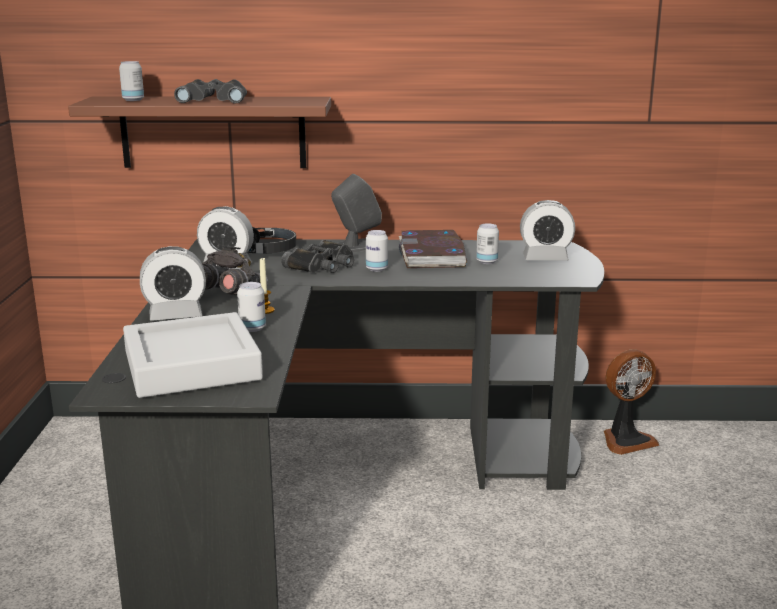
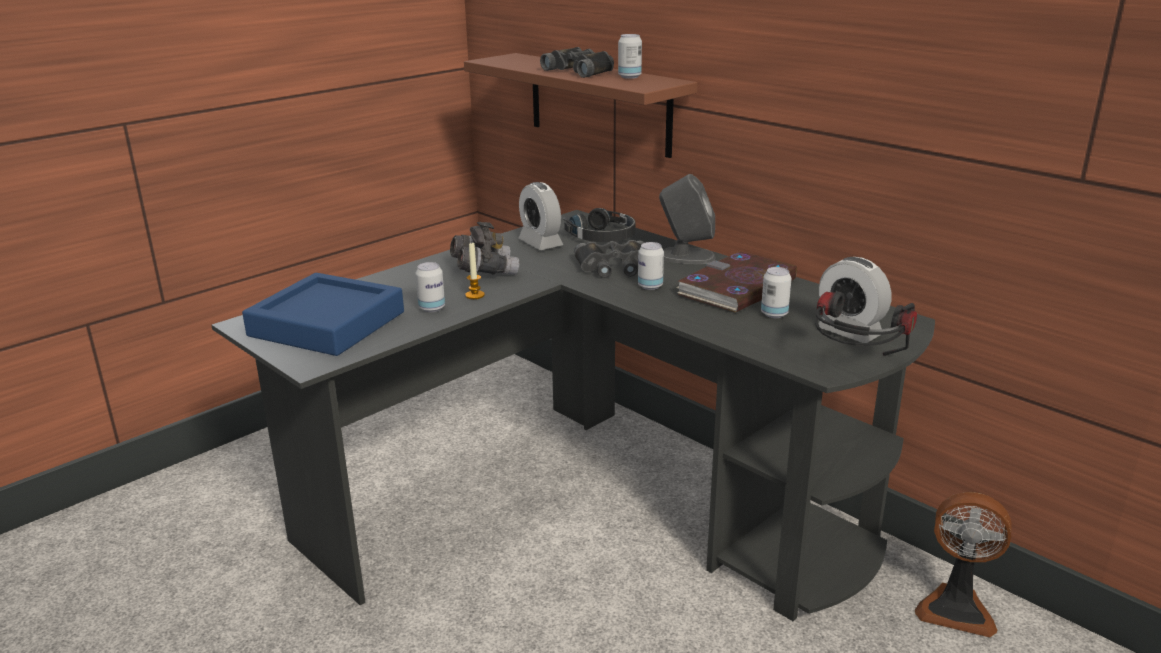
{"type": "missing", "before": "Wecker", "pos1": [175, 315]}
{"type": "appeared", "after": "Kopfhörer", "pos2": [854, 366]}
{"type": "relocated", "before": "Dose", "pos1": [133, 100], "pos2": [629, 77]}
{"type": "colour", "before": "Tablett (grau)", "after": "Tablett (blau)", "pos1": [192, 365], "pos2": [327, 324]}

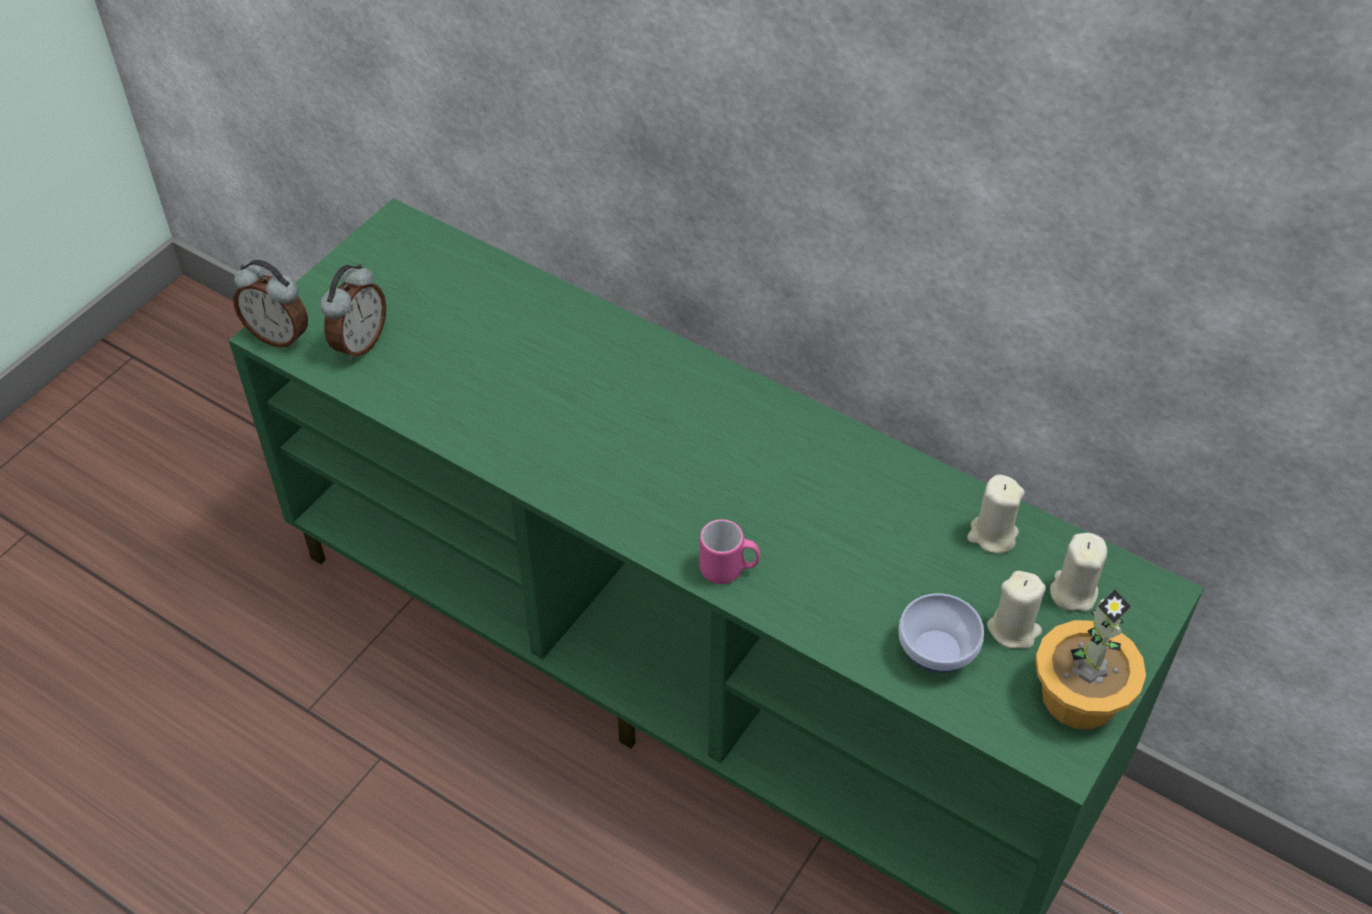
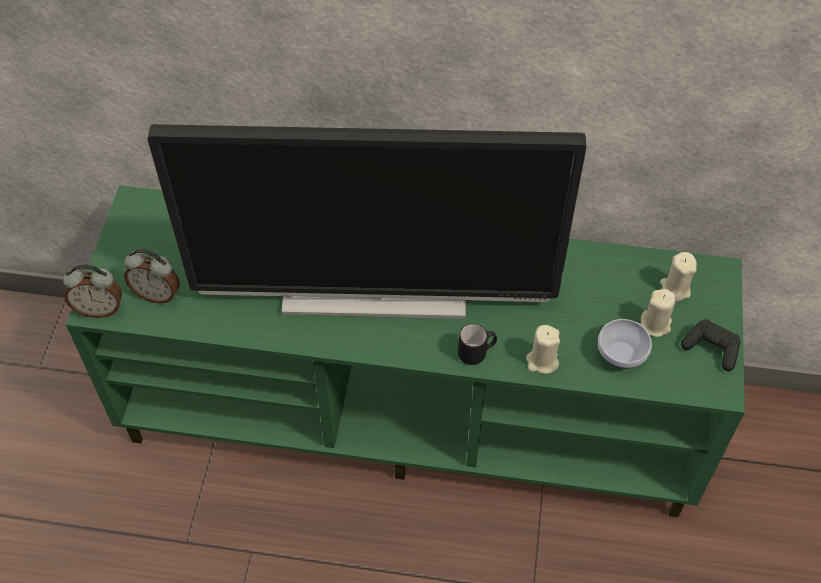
{"type": "appeared", "after": "Fernseher", "pos2": [375, 292]}
{"type": "relocated", "before": "Kerze (beige)", "pos1": [992, 535], "pos2": [542, 361]}
{"type": "exchanged", "before": "Topfpflanze", "after": "Gamepad (schwarz)", "pos1": [1081, 696], "pos2": [711, 349]}
{"type": "colour", "before": "Henkelbecher (rosa)", "after": "Henkelbecher (schwarz)", "pos1": [729, 569], "pos2": [477, 353]}
{"type": "spun", "before": "Wecker", "pos1": [359, 343], "pos2": [157, 294], "turn": 105}

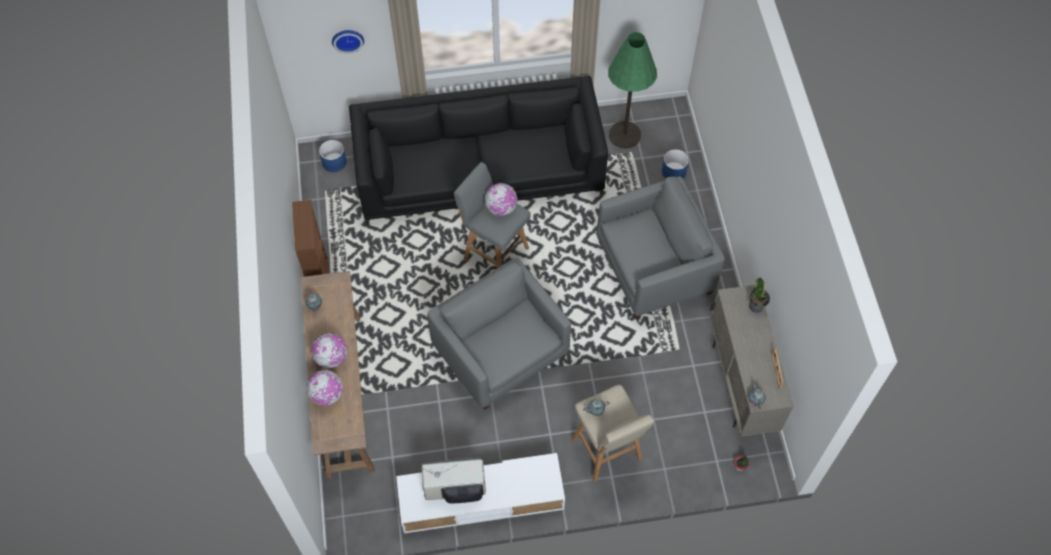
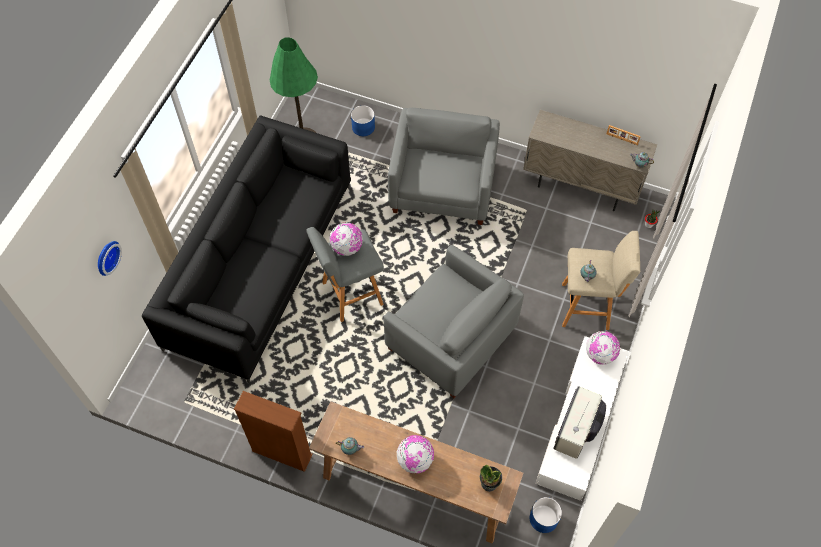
{"type": "relocated", "before": "Globus", "pos1": [327, 395], "pos2": [600, 354]}
{"type": "relocated", "before": "Pflanzkübel (blau)", "pos1": [334, 162], "pos2": [543, 518]}
{"type": "relocated", "before": "Topfpflanze", "pos1": [756, 306], "pos2": [489, 483]}
{"type": "spun", "before": "Sessel (grau)", "pos1": [500, 352], "pos2": [451, 338], "turn": -135}

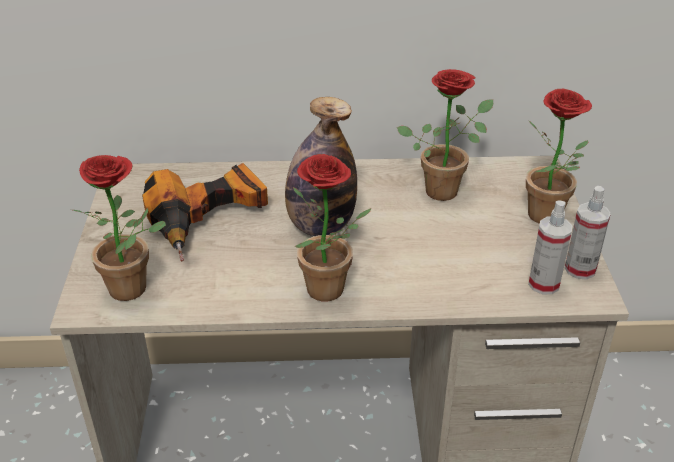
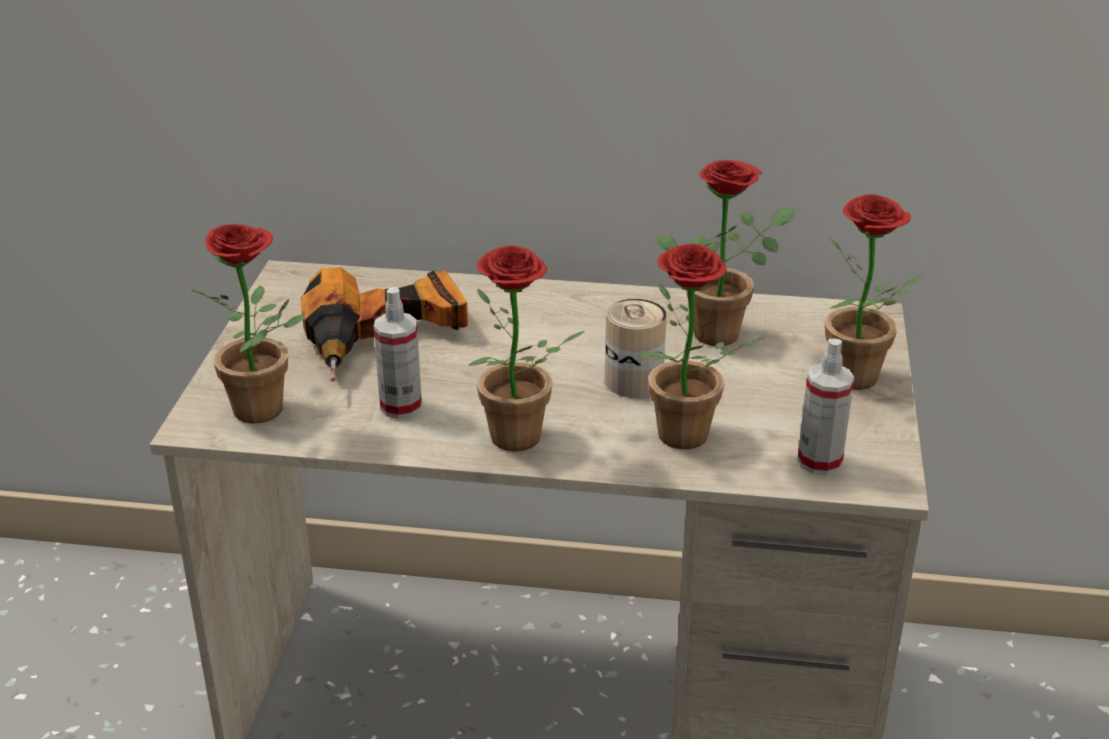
{"type": "missing", "before": "Flasche", "pos1": [320, 226]}
{"type": "appeared", "after": "Dose", "pos2": [633, 381]}
{"type": "appeared", "after": "Topfpflanze", "pos2": [683, 441]}
{"type": "relocated", "before": "Sprühflasche", "pos1": [580, 269], "pos2": [401, 406]}

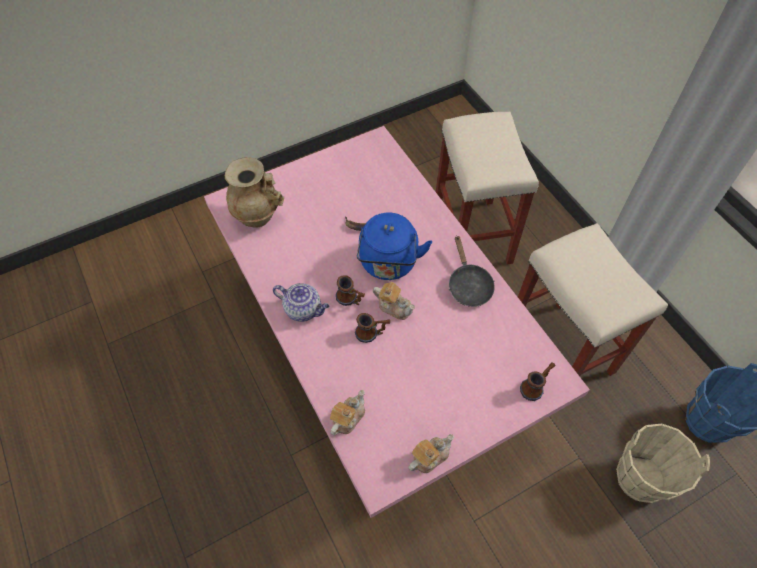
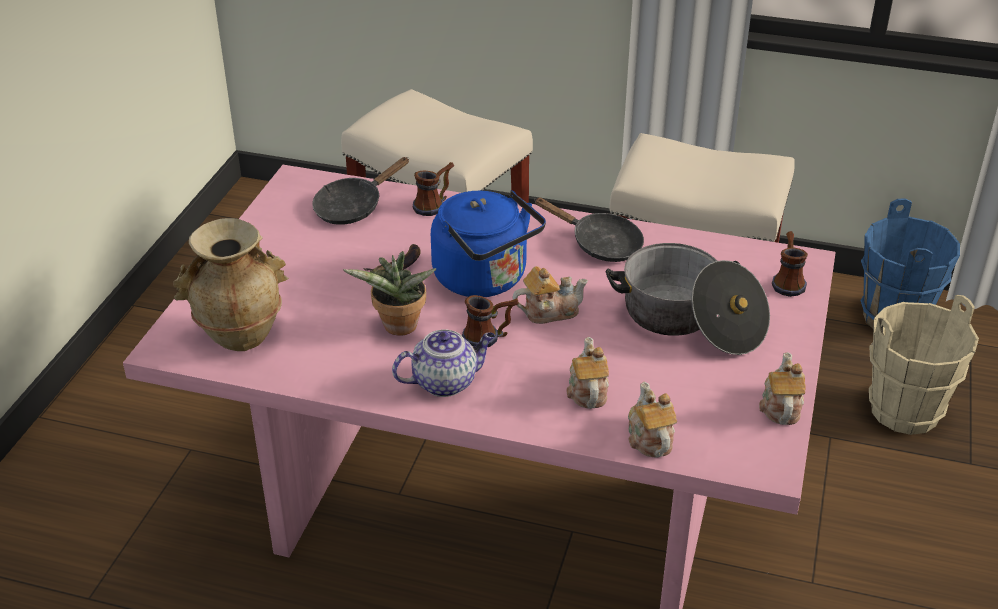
{"type": "appeared", "after": "Pfanne (schwarz)", "pos2": [353, 207]}
{"type": "appeared", "after": "Topfpflanze", "pos2": [398, 329]}
{"type": "appeared", "after": "Teekanne", "pos2": [587, 391]}
{"type": "appeared", "after": "Kochtopf", "pos2": [689, 320]}
{"type": "relocated", "before": "Henkelbecher", "pos1": [372, 333], "pos2": [435, 204]}

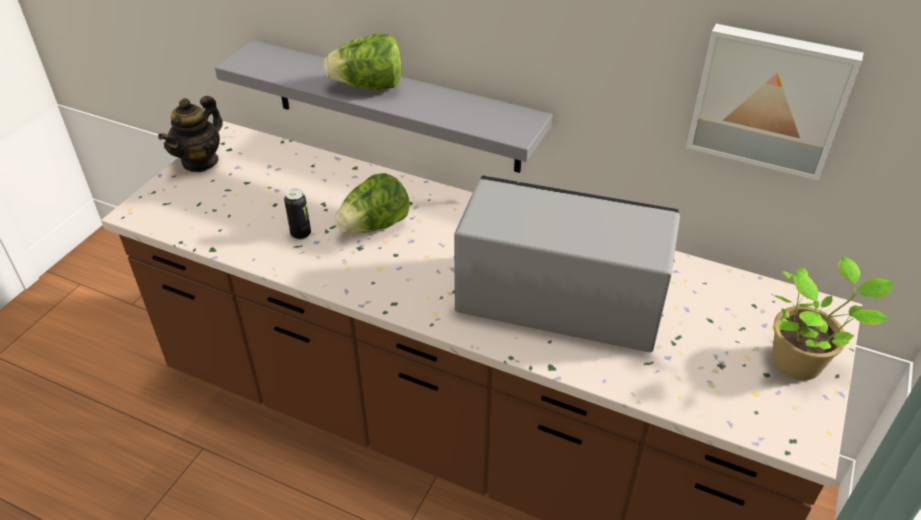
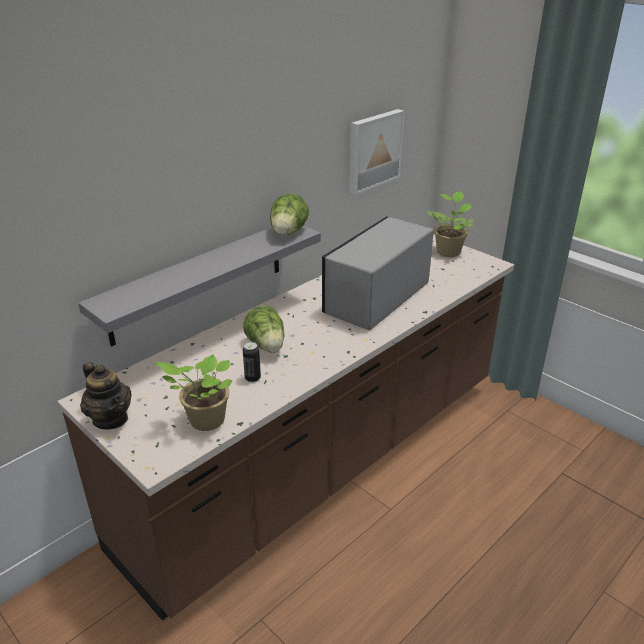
{"type": "appeared", "after": "Topfpflanze", "pos2": [204, 421]}
{"type": "relocated", "before": "Salatkopf", "pos1": [368, 87], "pos2": [288, 233]}

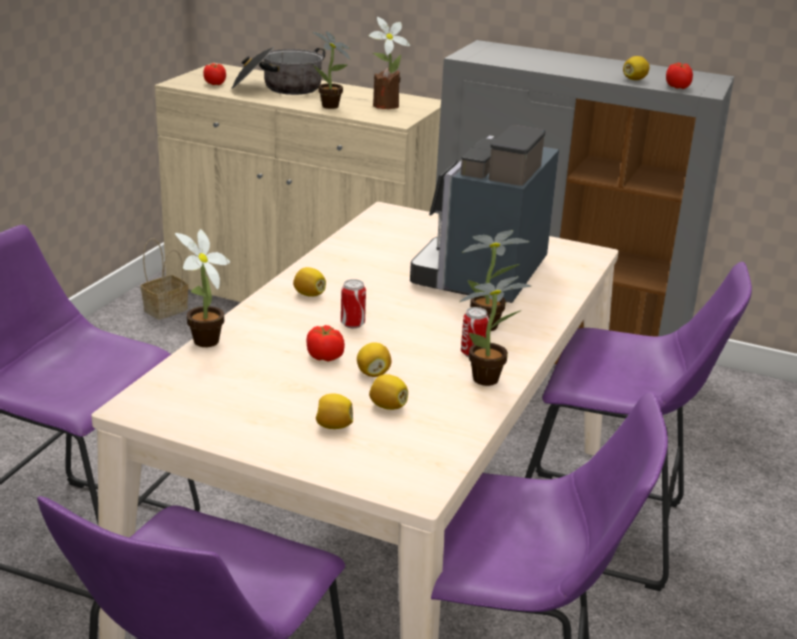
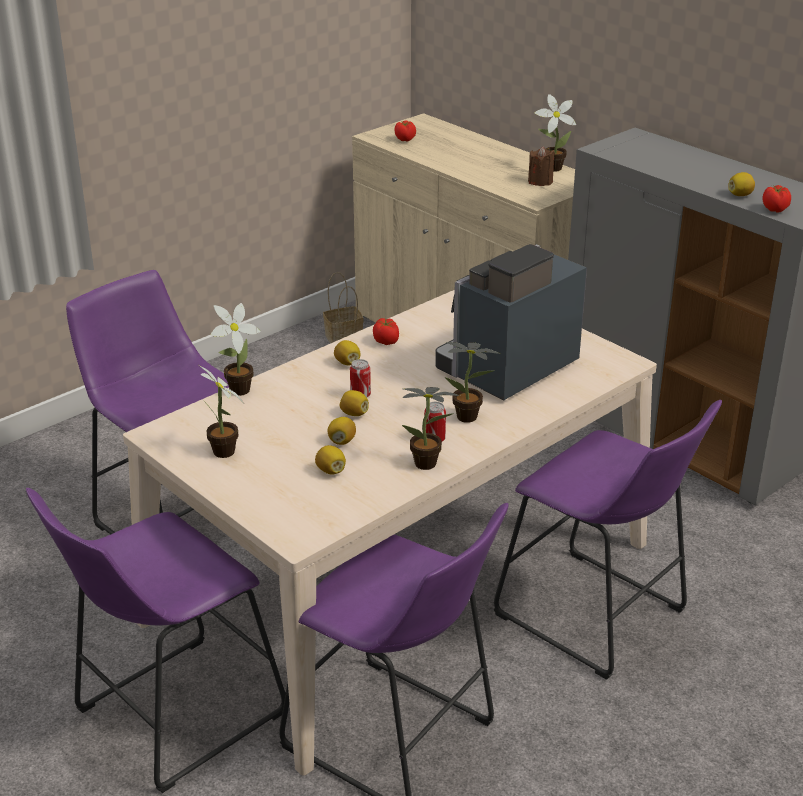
{"type": "missing", "before": "Kochtopf", "pos1": [278, 88]}
{"type": "relocated", "before": "Tomate", "pos1": [325, 357], "pos2": [386, 341]}
{"type": "relocated", "before": "Topfpflanze", "pos1": [332, 107], "pos2": [224, 454]}
{"type": "relocated", "before": "Zitrone", "pos1": [333, 426], "pos2": [354, 414]}

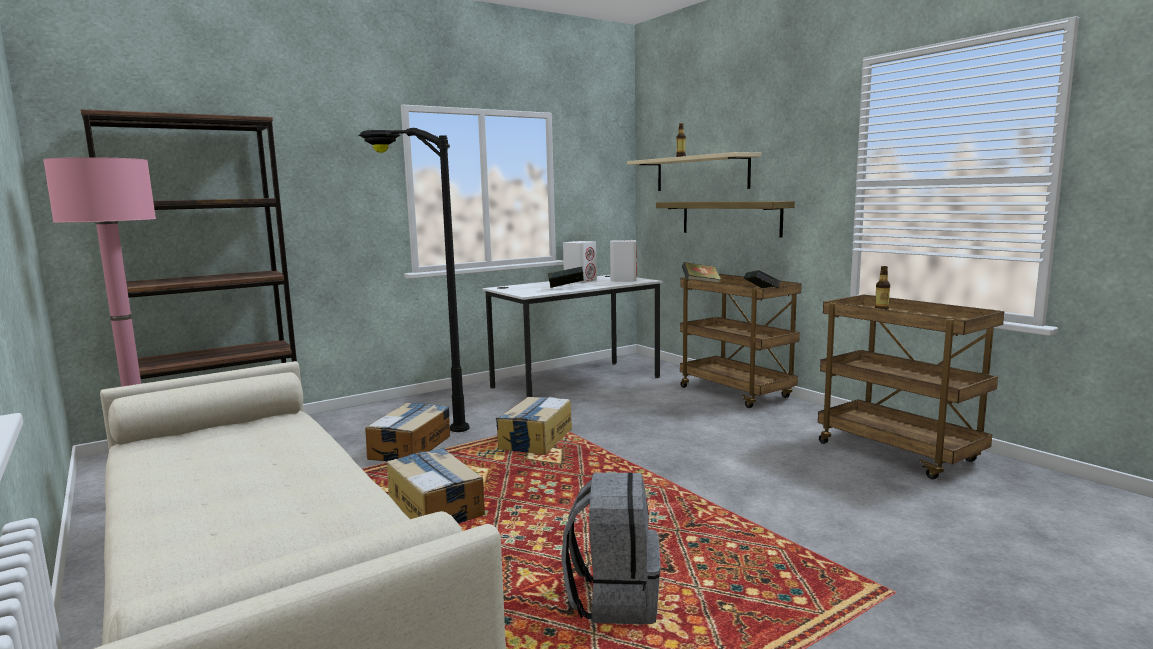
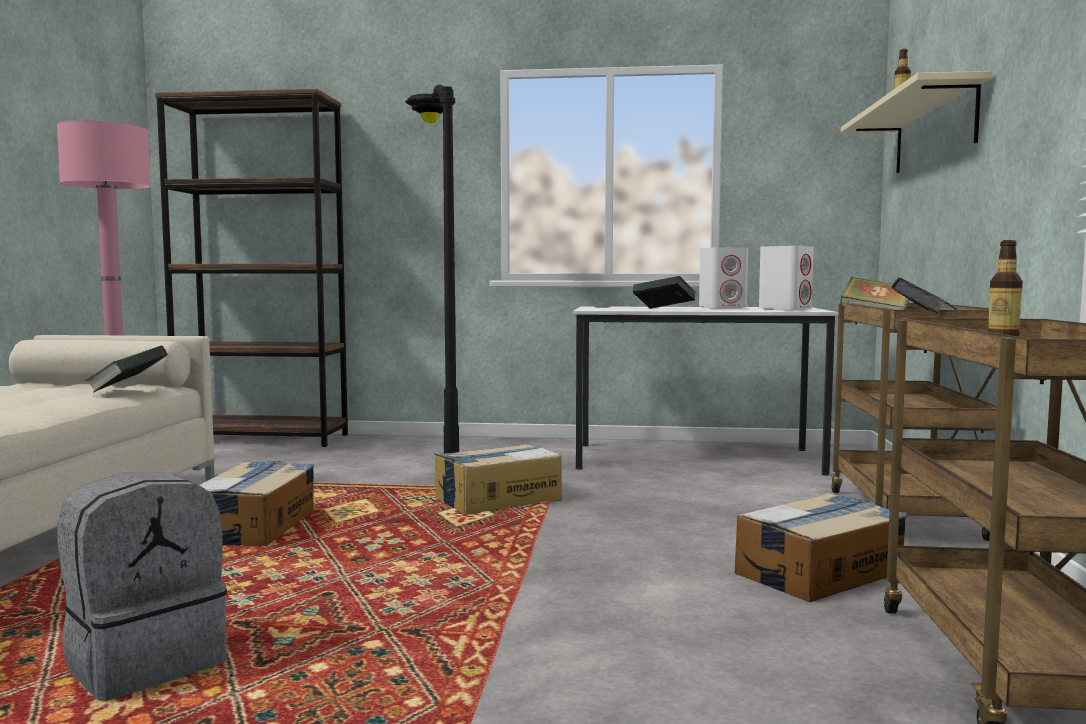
{"type": "missing", "before": "Wandregal", "pos1": [730, 218]}
{"type": "appeared", "after": "Buch", "pos2": [128, 389]}
{"type": "relocated", "before": "Karton", "pos1": [411, 447], "pos2": [820, 572]}

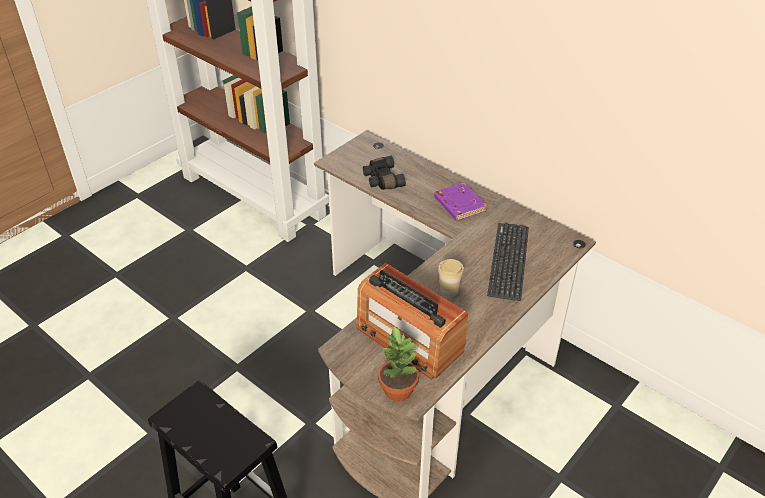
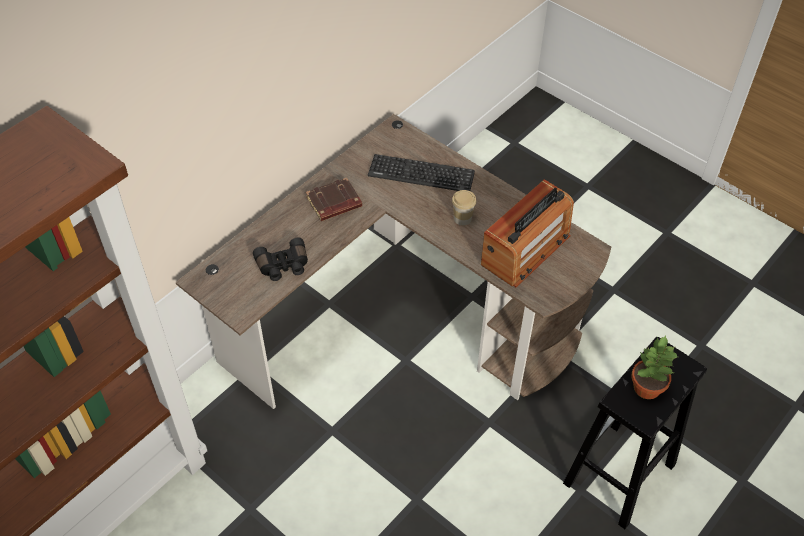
{"type": "relocated", "before": "Topfpflanze", "pos1": [397, 389], "pos2": [646, 388]}
{"type": "colour", "before": "Buch (lila)", "after": "Buch (braun)", "pos1": [459, 205], "pos2": [334, 203]}

